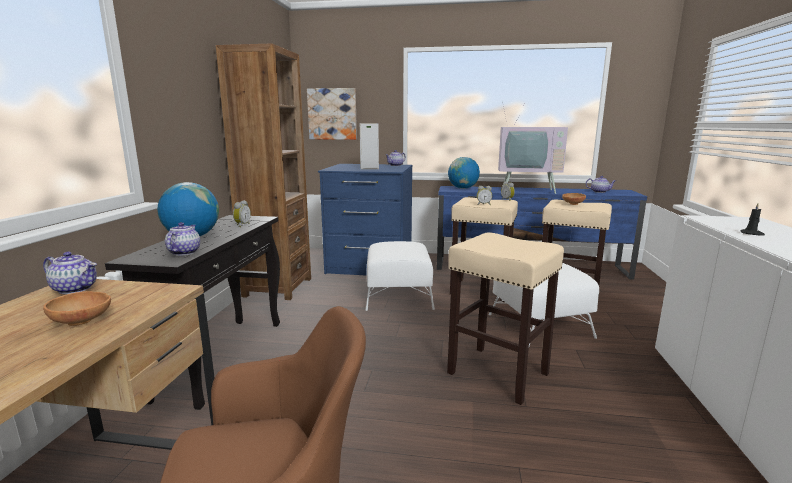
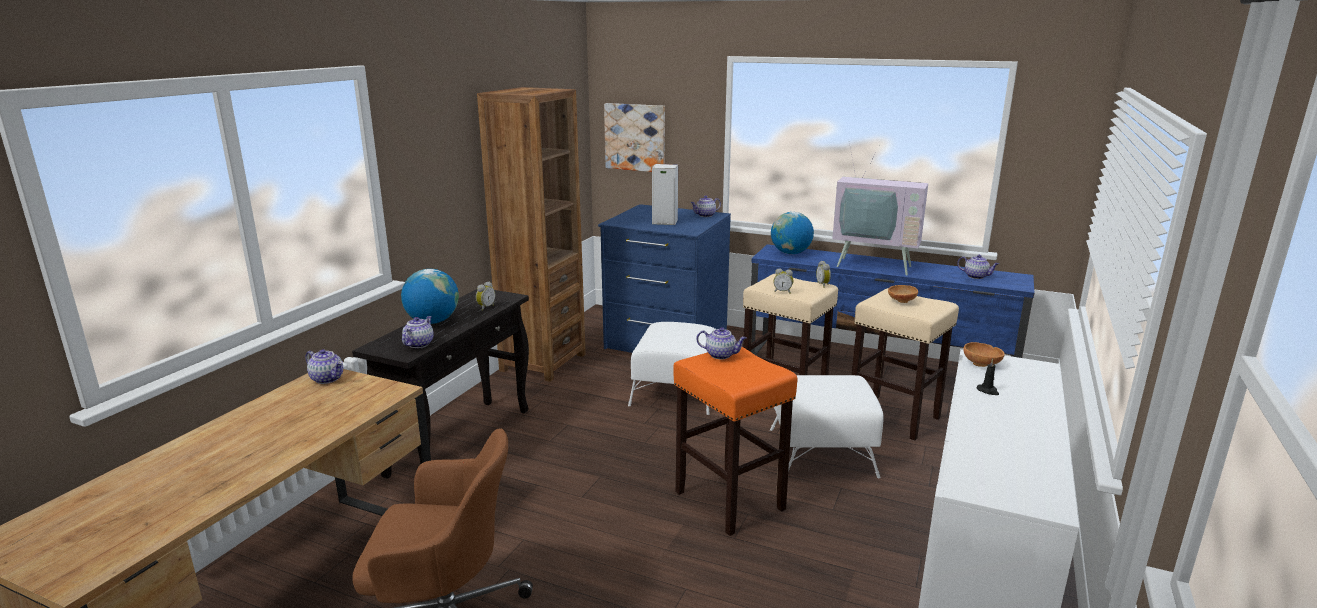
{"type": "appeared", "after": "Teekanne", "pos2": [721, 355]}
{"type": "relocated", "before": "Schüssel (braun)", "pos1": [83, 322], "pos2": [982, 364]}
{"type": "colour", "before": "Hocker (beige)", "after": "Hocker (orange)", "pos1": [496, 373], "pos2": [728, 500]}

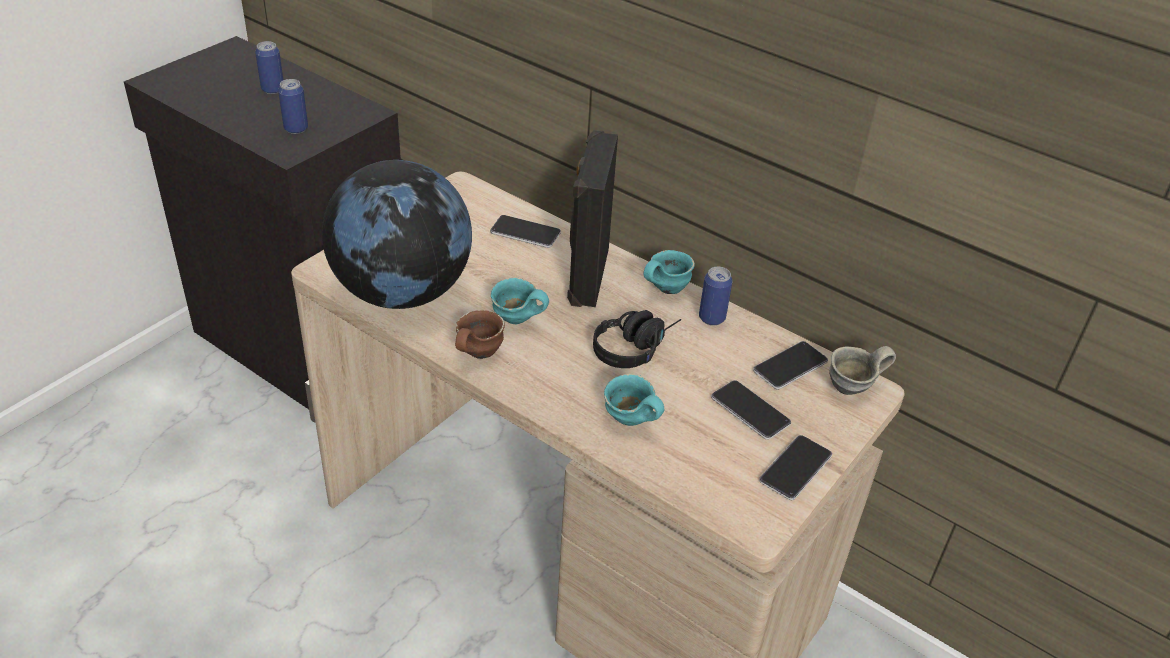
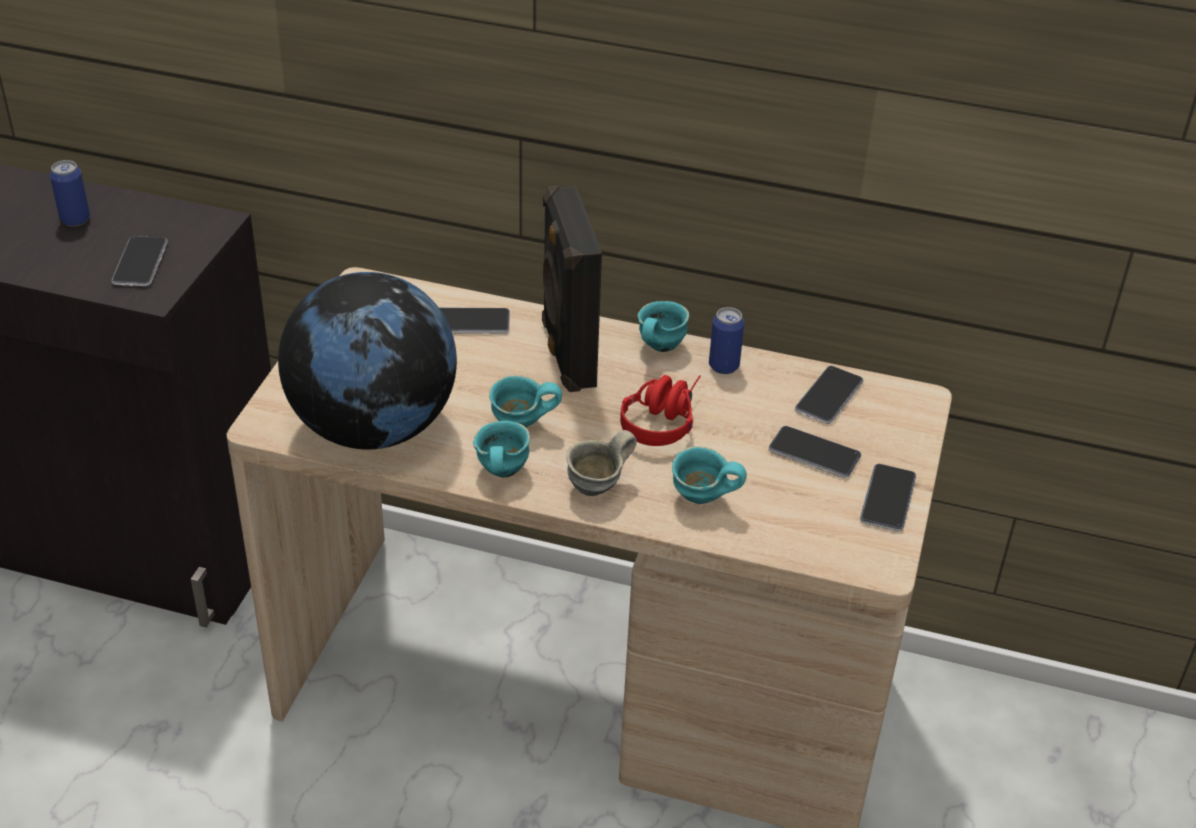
{"type": "relocated", "before": "Henkelbecher (grau)", "pos1": [853, 390], "pos2": [600, 489]}
{"type": "exchanged", "before": "Dose", "after": "Handy", "pos1": [296, 128], "pos2": [140, 263]}
{"type": "colour", "before": "Henkelbecher (braun)", "after": "Henkelbecher (türkis)", "pos1": [476, 354], "pos2": [499, 473]}
{"type": "colour", "before": "Kopfhörer (schwarz)", "after": "Kopfhörer (rot)", "pos1": [635, 346], "pos2": [663, 418]}

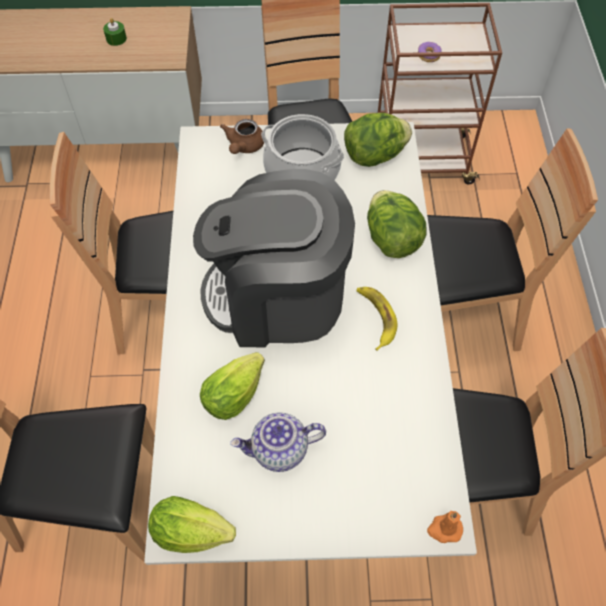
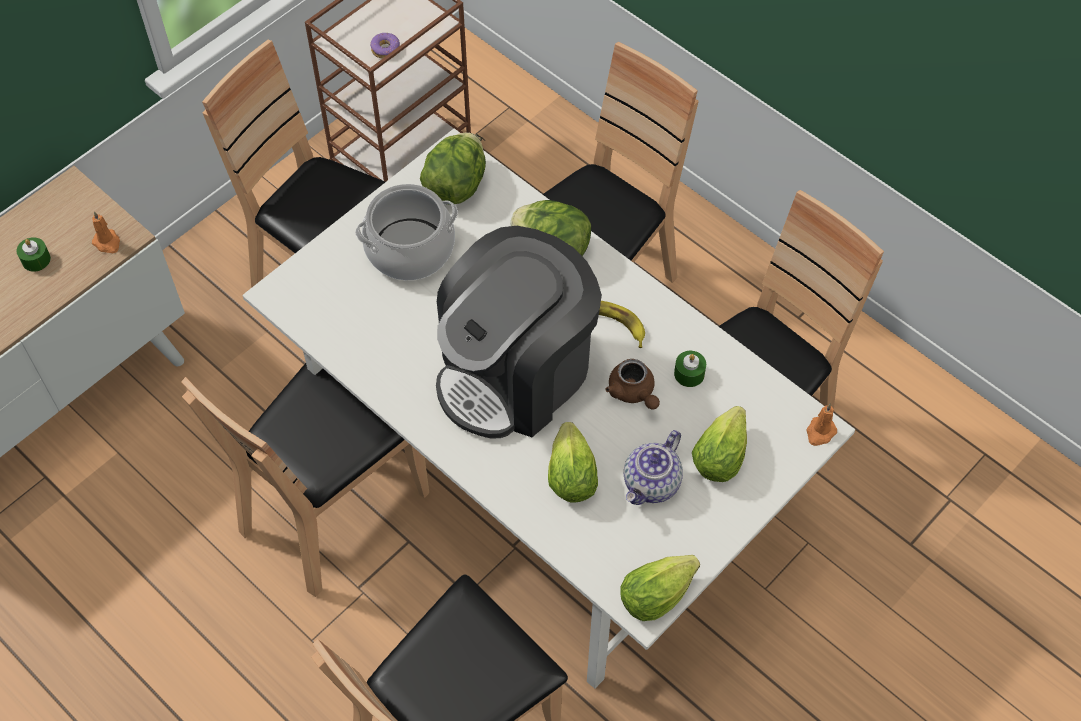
{"type": "appeared", "after": "Kerze (orange)", "pos2": [107, 243]}
{"type": "appeared", "after": "Kerze (grün)", "pos2": [689, 374]}
{"type": "appeared", "after": "Salatkopf", "pos2": [721, 453]}
{"type": "relocated", "before": "Teekanne (braun)", "pos1": [244, 146], "pos2": [633, 393]}

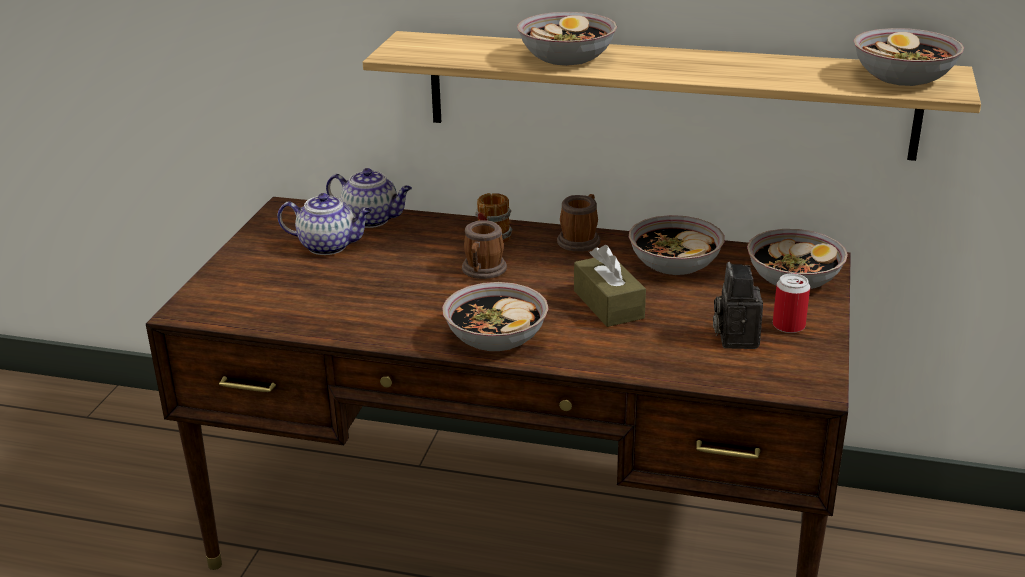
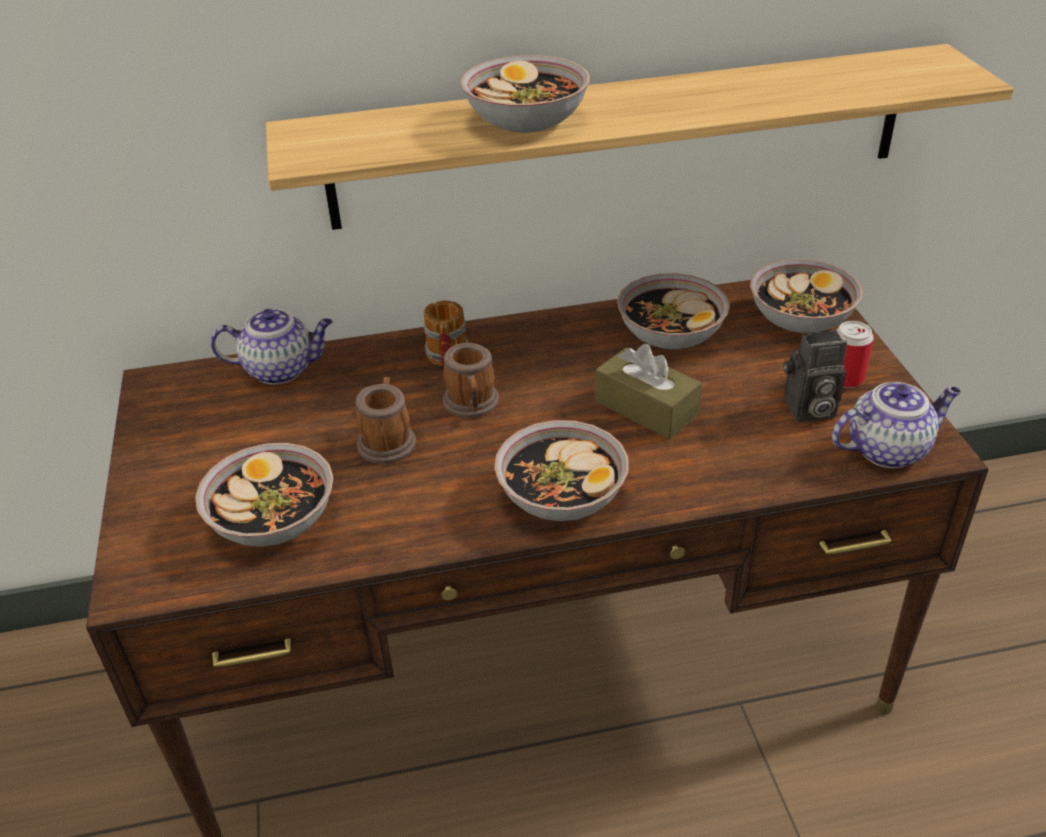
{"type": "relocated", "before": "Teekanne", "pos1": [329, 246], "pos2": [888, 449]}
{"type": "relocated", "before": "Henkelbecher", "pos1": [580, 240], "pos2": [387, 440]}
{"type": "relocated", "before": "Schüssel", "pos1": [903, 78], "pos2": [273, 520]}
{"type": "spun", "before": "Kamera", "pos1": [735, 337], "pos2": [808, 410], "turn": -75}

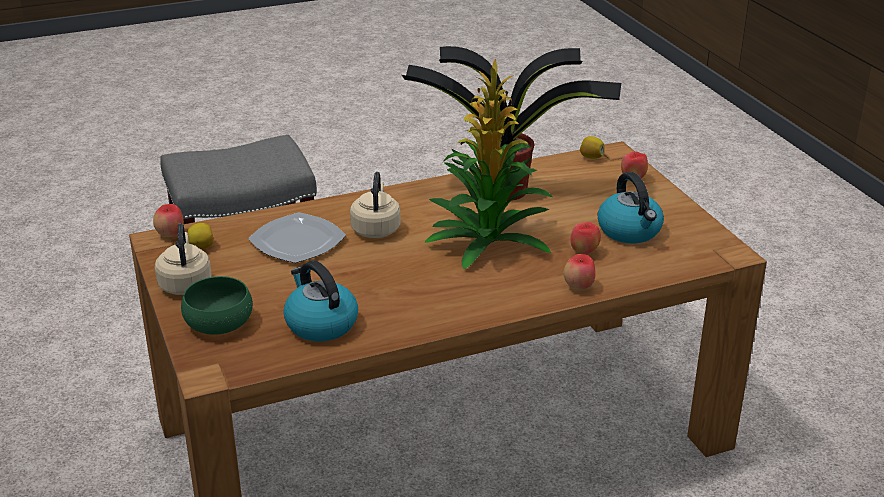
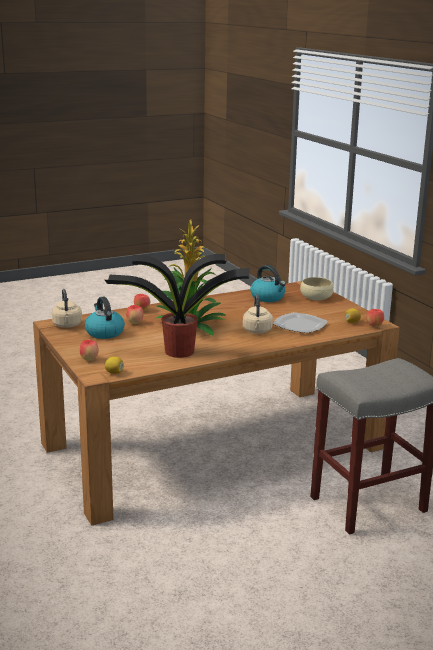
{"type": "relocated", "before": "Wasserkessel (beige)", "pos1": [185, 283], "pos2": [67, 325]}
{"type": "colour", "before": "Schüssel (grün)", "after": "Schüssel (beige)", "pos1": [218, 322], "pos2": [316, 297]}

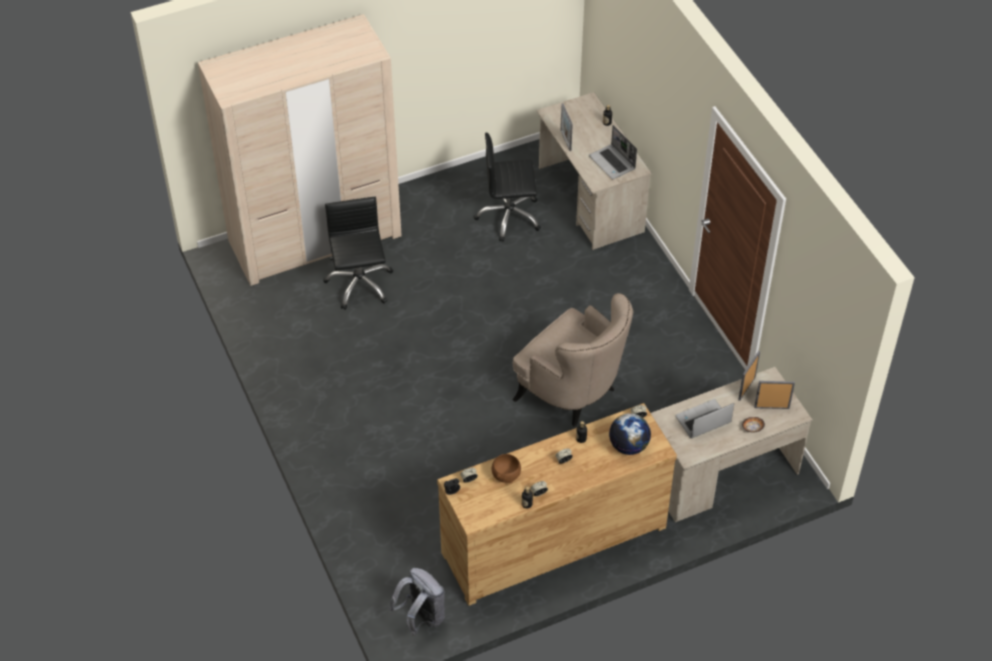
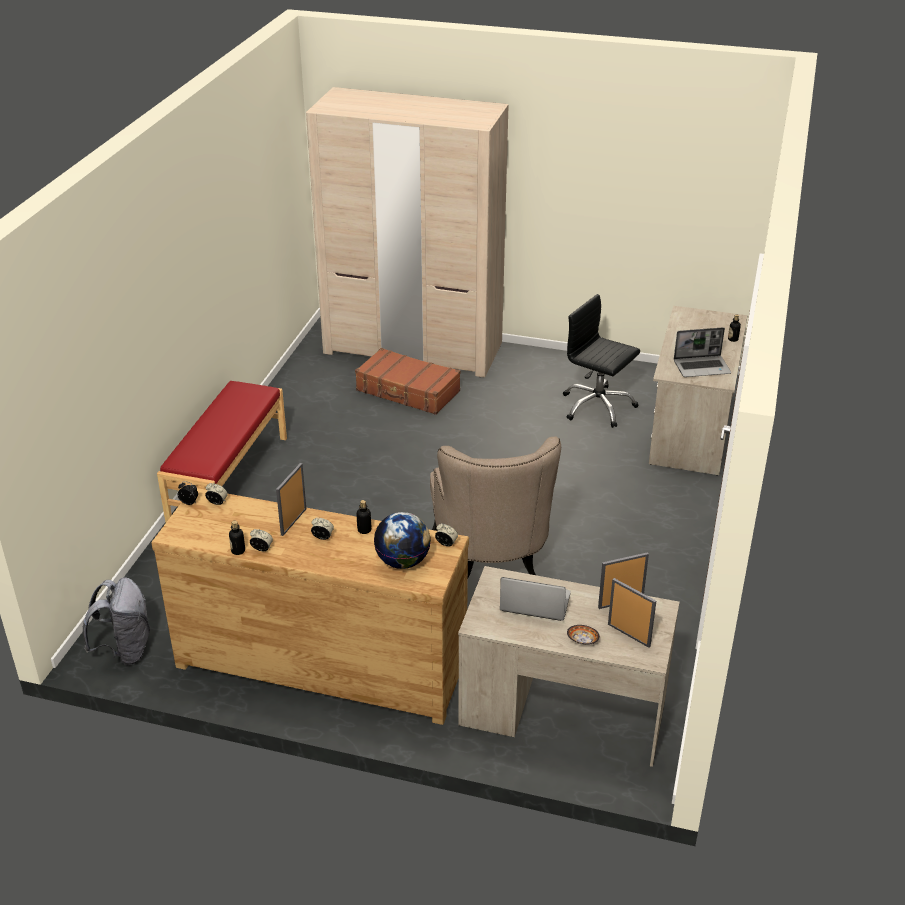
{"type": "missing", "before": "Schüssel (braun)", "pos1": [506, 475]}
{"type": "appeared", "after": "Bank (rot)", "pos2": [228, 479]}
{"type": "relocated", "before": "Bilderrahmen", "pos1": [565, 140], "pos2": [293, 522]}
{"type": "exchanged", "before": "Bürostuhl (schwarz)", "after": "Koffer (braun)", "pos1": [359, 284], "pos2": [408, 391]}
{"type": "spun", "before": "Laptop", "pos1": [613, 163], "pos2": [702, 367], "turn": -105}

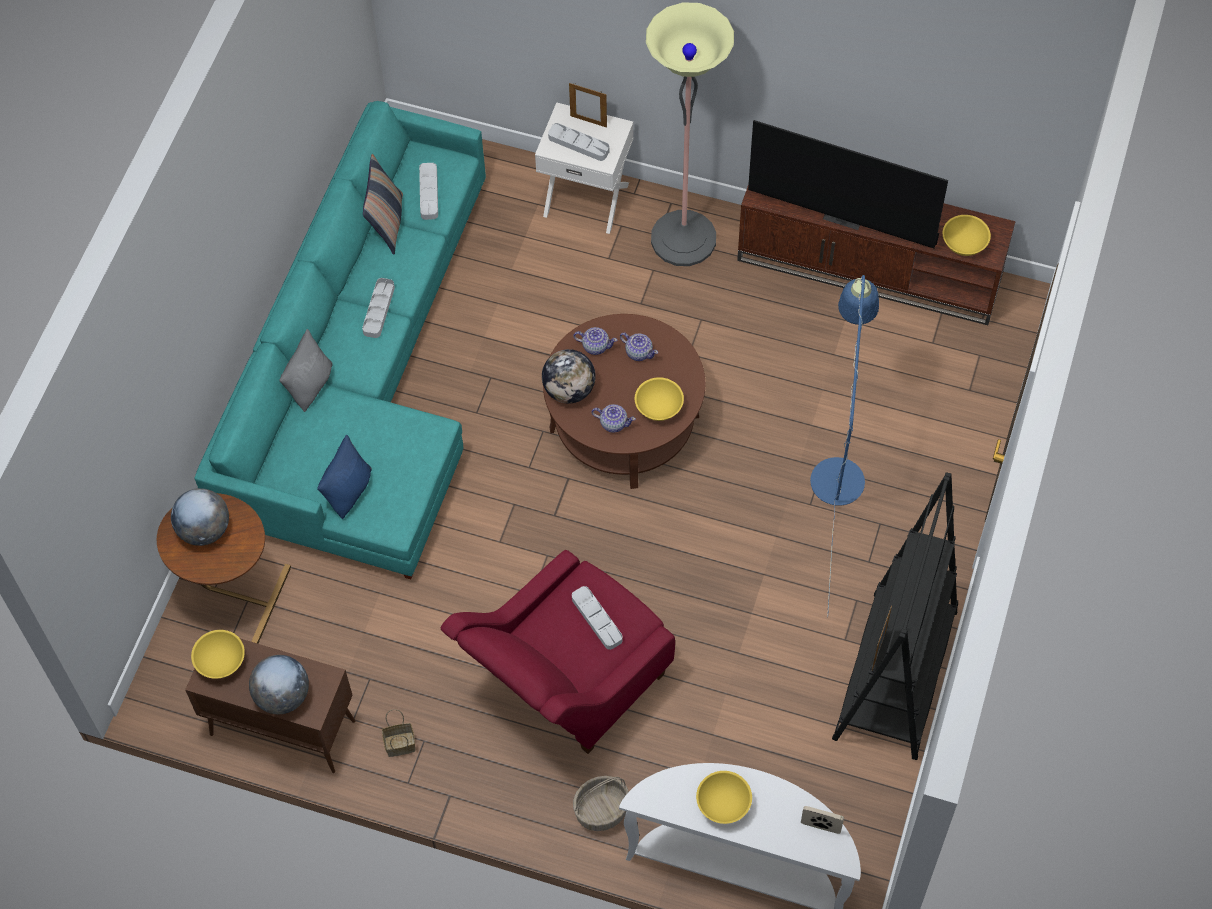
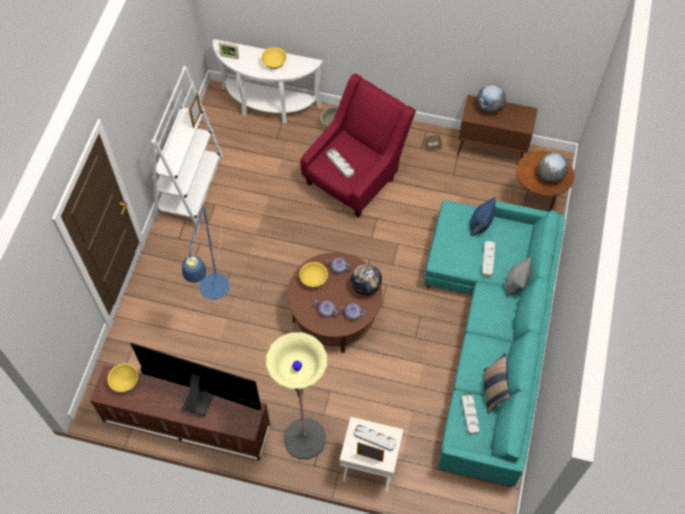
{"type": "missing", "before": "Schüssel (gelb)", "pos1": [221, 661]}
{"type": "relocated", "before": "Tablett (grau)", "pos1": [379, 310], "pos2": [488, 260]}
{"type": "colour", "before": "Bücherregal (schwarz)", "after": "Bücherregal (weiß)", "pos1": [894, 675], "pos2": [190, 189]}

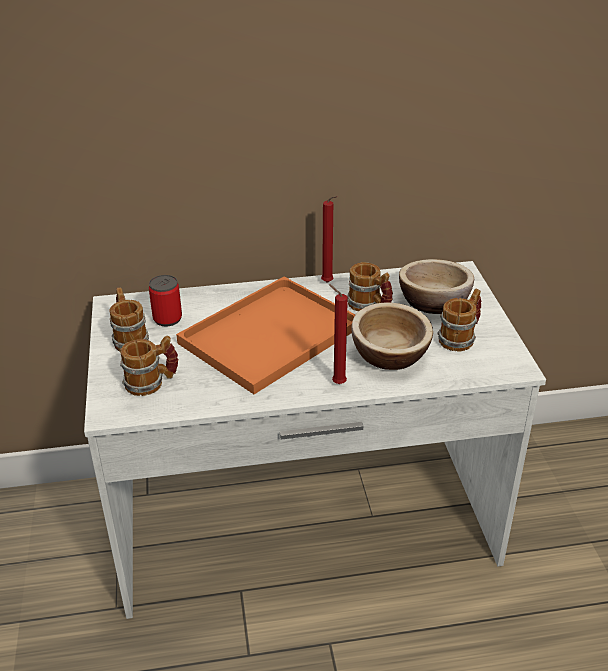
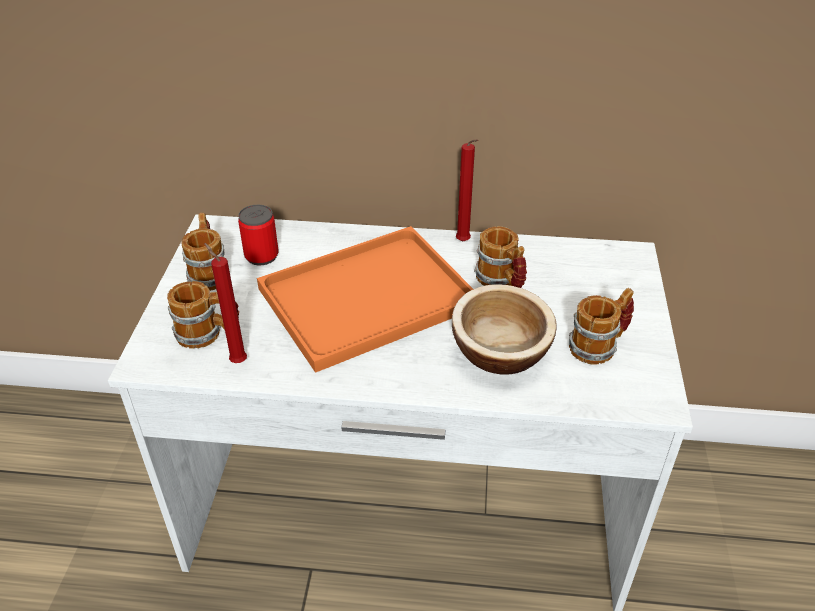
{"type": "missing", "before": "Schüssel", "pos1": [434, 303]}
{"type": "relocated", "before": "Kerze (rot)", "pos1": [337, 383], "pos2": [237, 361]}

